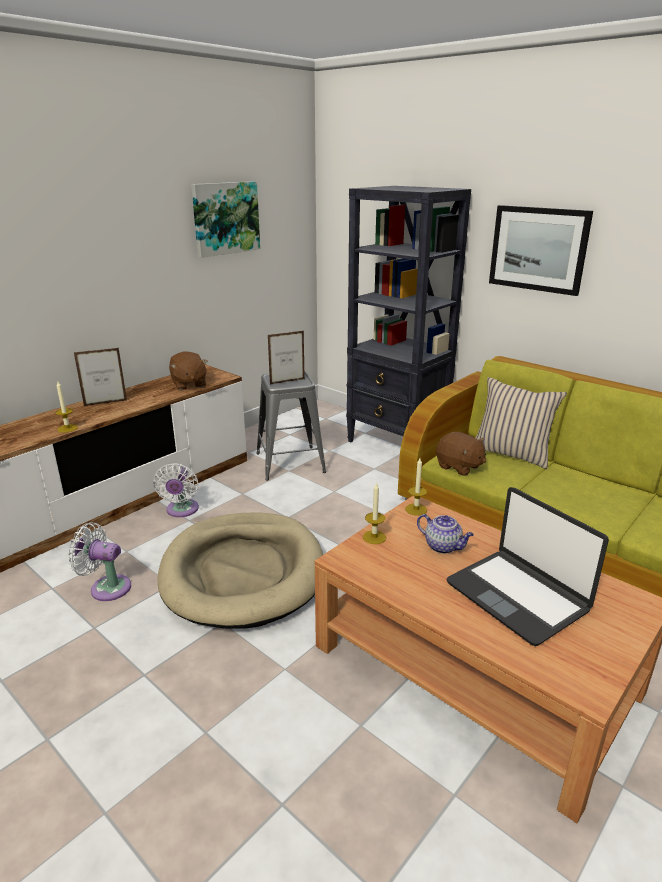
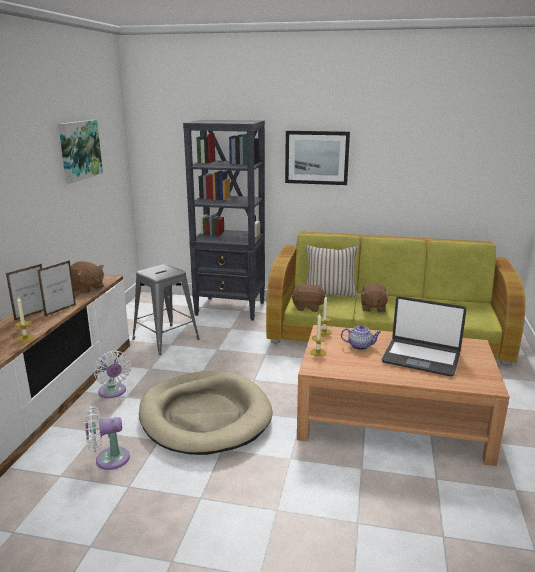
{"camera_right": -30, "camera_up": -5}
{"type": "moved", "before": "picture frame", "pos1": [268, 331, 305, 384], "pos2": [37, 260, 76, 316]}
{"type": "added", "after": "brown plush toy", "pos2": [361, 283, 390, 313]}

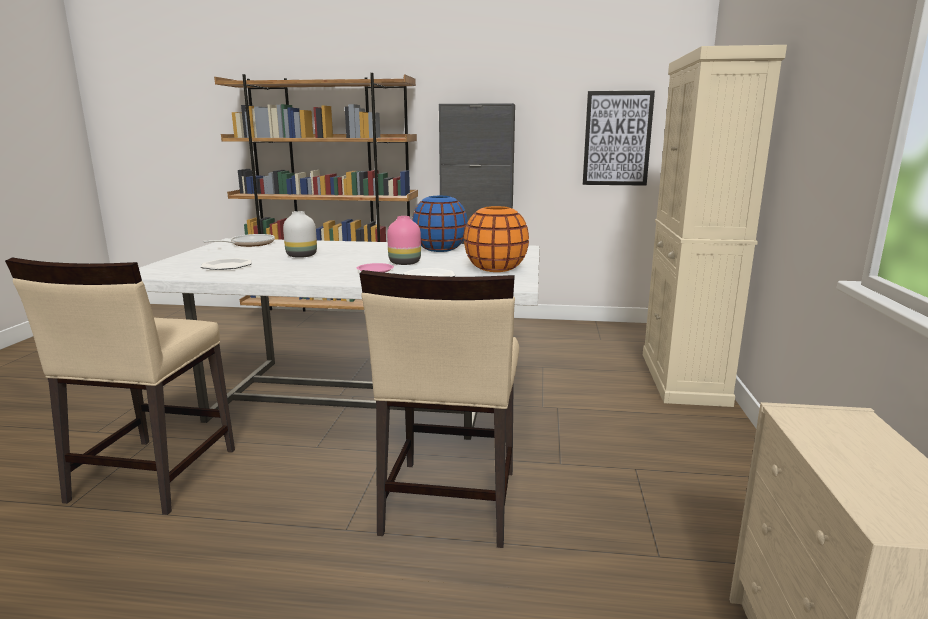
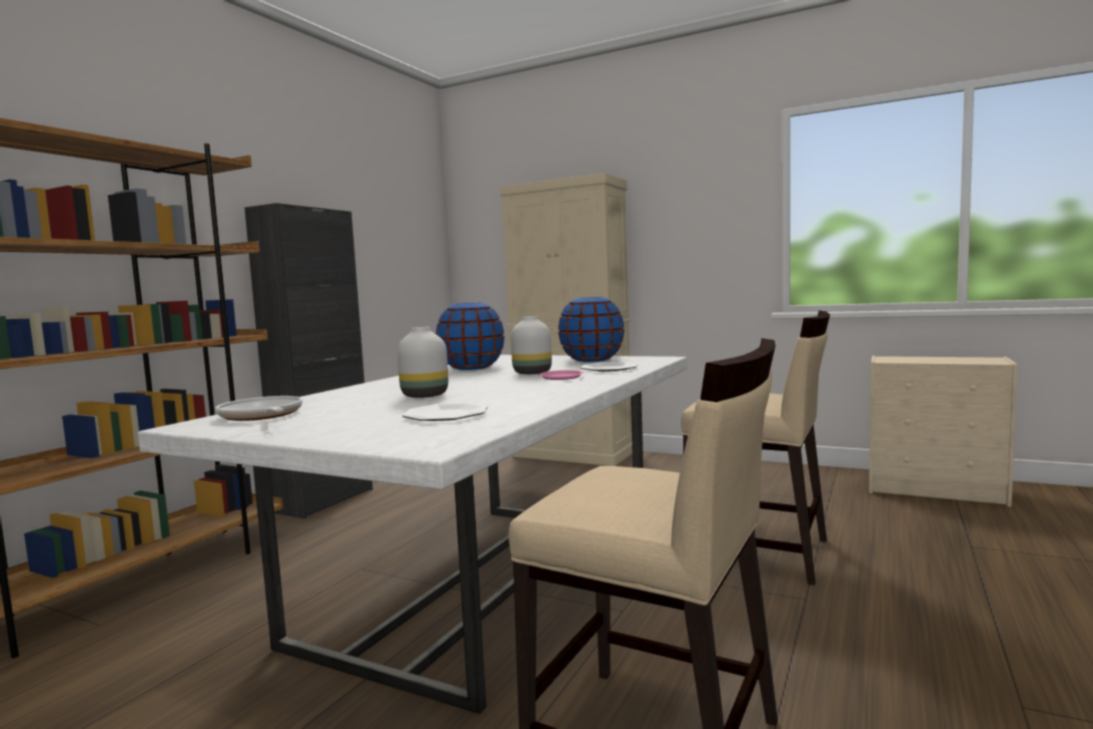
{"camera_right": -70, "camera_up": -10}
{"type": "recoloured", "before": "pink vase", "after": "white vase", "pos1": [387, 216, 421, 265], "pos2": [511, 316, 552, 374]}
{"type": "recoloured", "before": "orange vase", "after": "blue vase", "pos1": [464, 206, 529, 272], "pos2": [558, 297, 624, 362]}
{"type": "removed", "before": "picture", "pos1": [583, 91, 655, 186]}

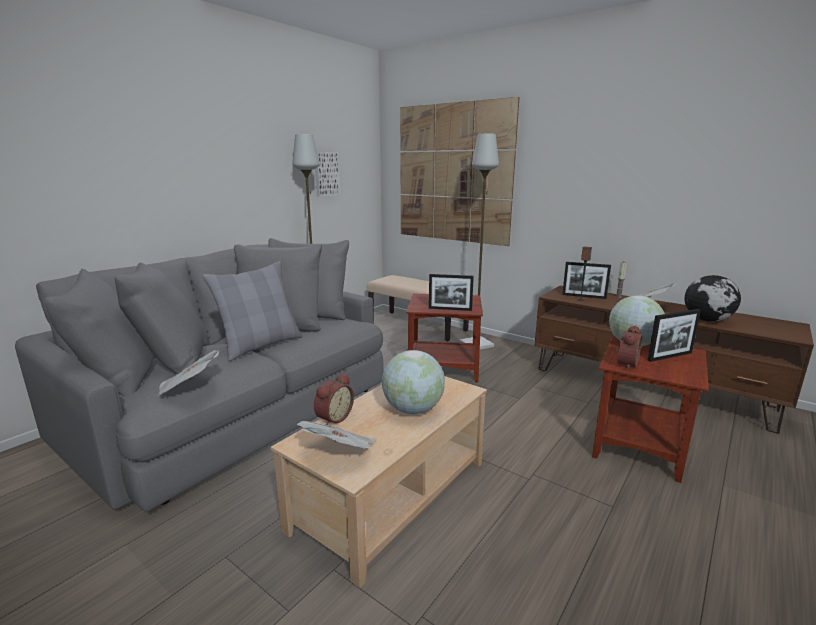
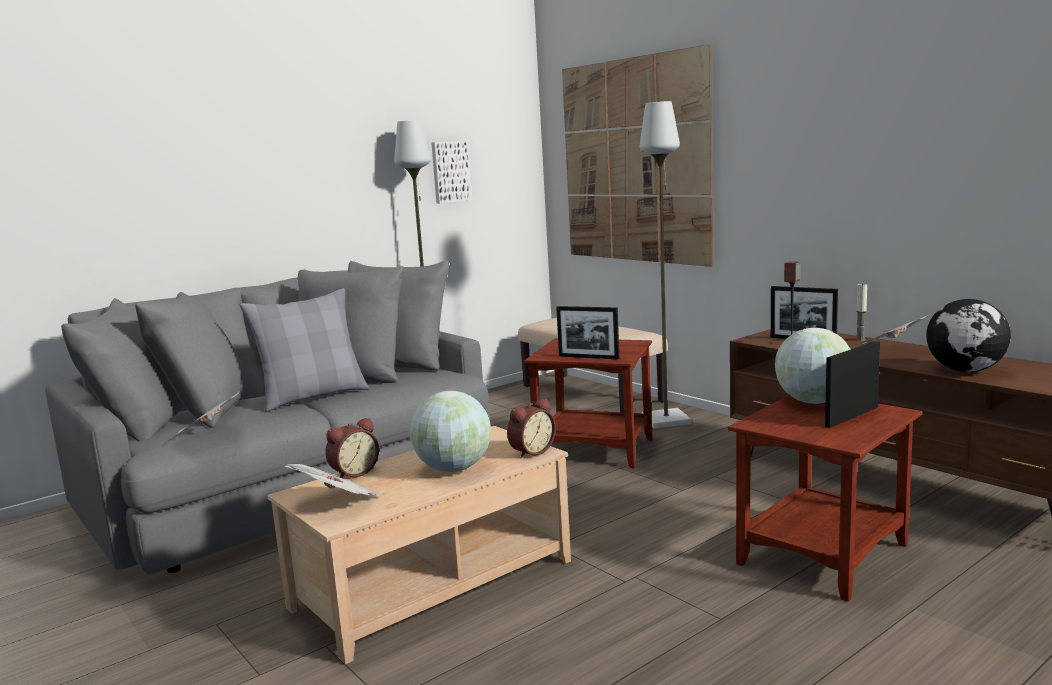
{"camera_right": 15, "camera_up": -5}
{"type": "moved", "before": "alarm clock", "pos1": [615, 325, 643, 370], "pos2": [507, 398, 556, 458]}
{"type": "turned", "before": "picture frame", "pos1": [647, 309, 701, 362], "pos2": [825, 341, 880, 428], "turn": 150}

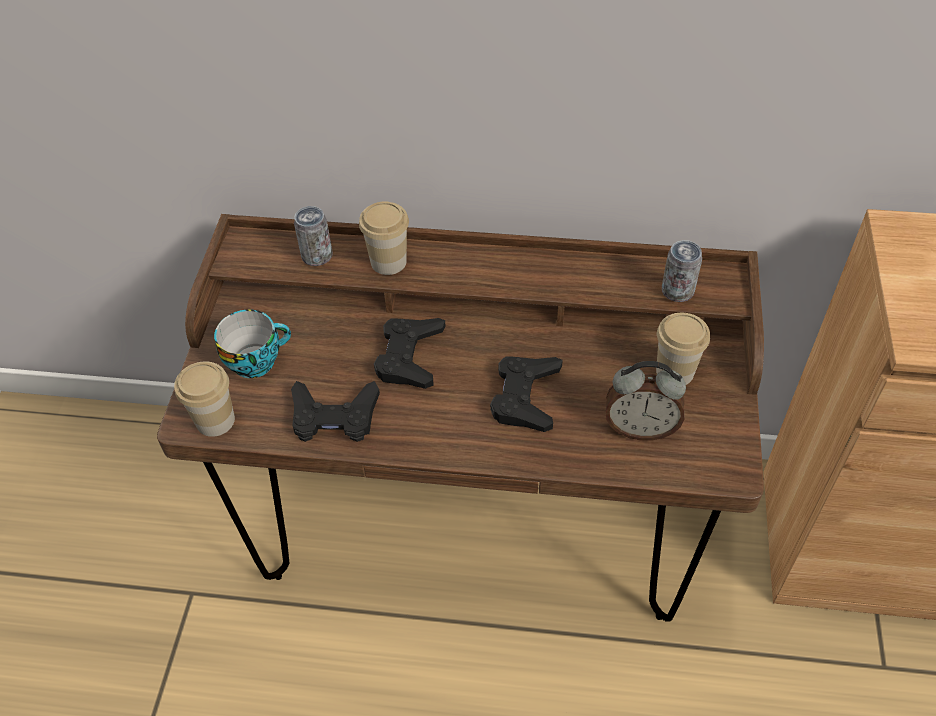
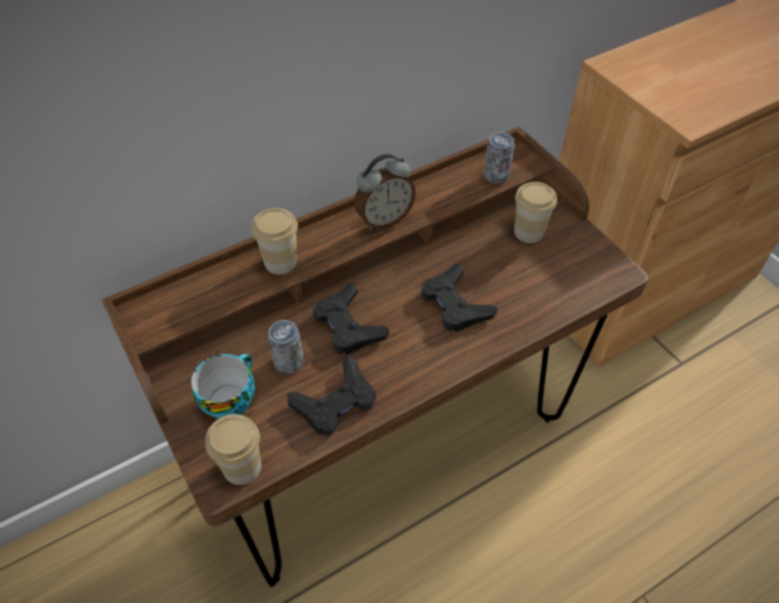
{"camera_right": -40, "camera_up": 0}
{"type": "moved", "before": "can", "pos1": [294, 206, 333, 266], "pos2": [268, 320, 304, 374]}
{"type": "moved", "before": "alarm clock", "pos1": [606, 361, 686, 440], "pos2": [354, 154, 416, 230]}

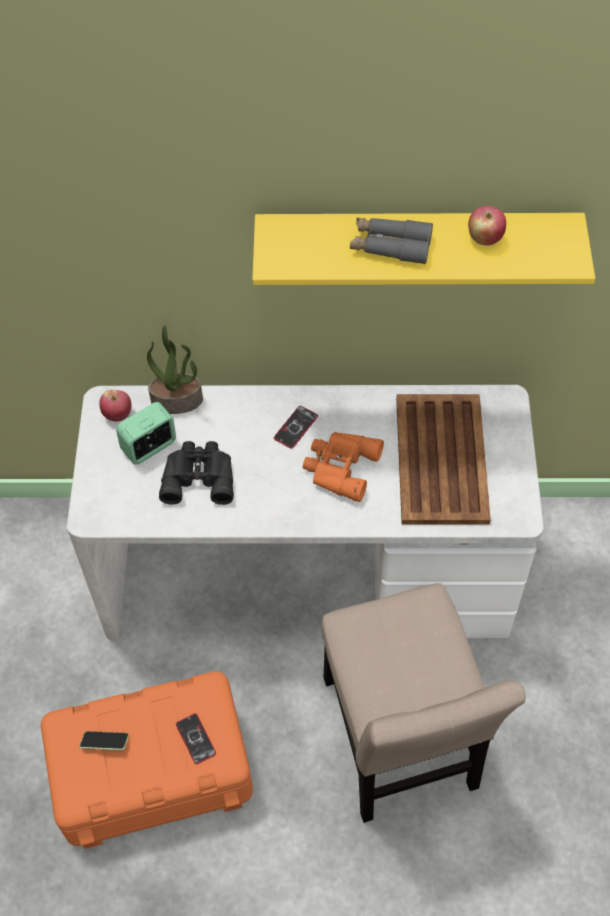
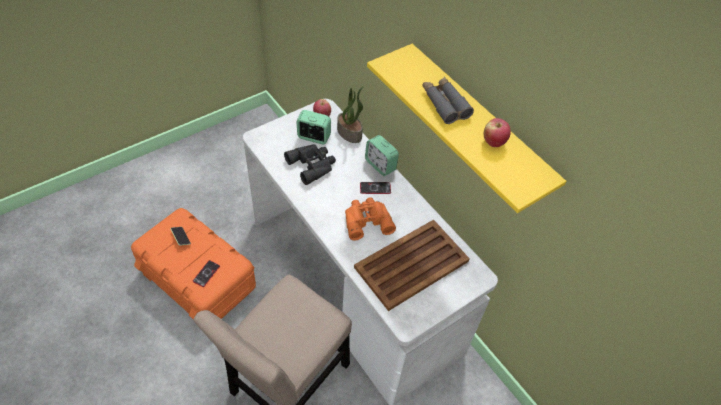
{"camera_right": 50, "camera_up": -5}
{"type": "added", "after": "alarm clock", "pos2": [365, 135, 399, 176]}

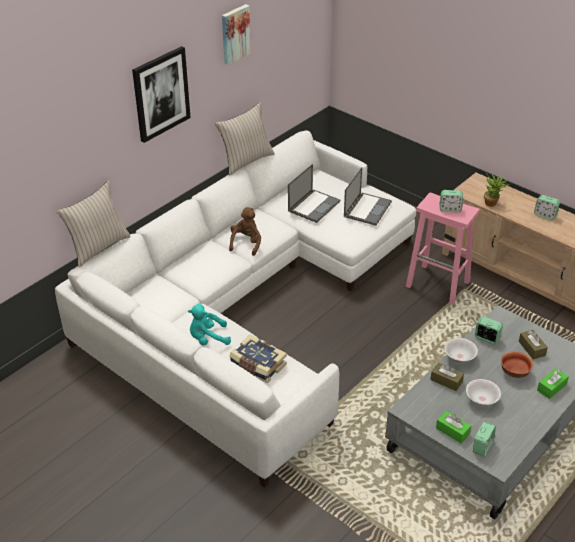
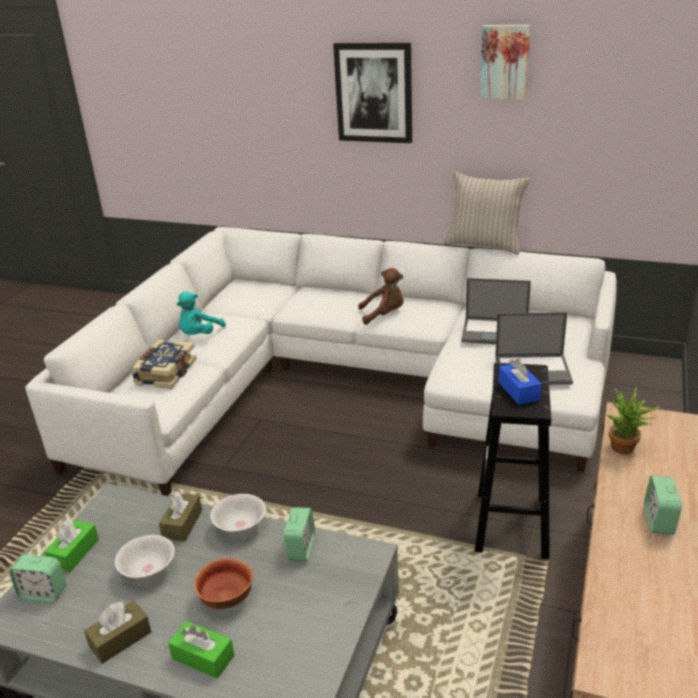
{"camera_right": 70, "camera_up": -10}
{"type": "moved", "before": "brown tissue box", "pos1": [519, 330, 548, 359], "pos2": [84, 600, 151, 664]}
{"type": "turned", "before": "turquoise plush toy", "pos1": [188, 304, 231, 346], "pos2": [176, 291, 226, 335], "turn": -120}
{"type": "recoloured", "before": "pink stool", "after": "black stool", "pos1": [406, 193, 480, 305], "pos2": [475, 363, 551, 559]}
{"type": "replaced", "before": "alarm clock", "after": "blue tissue box", "pos1": [440, 190, 463, 212], "pos2": [498, 358, 542, 405]}
{"type": "removed", "before": "beige pillow", "pos1": [56, 181, 131, 267]}

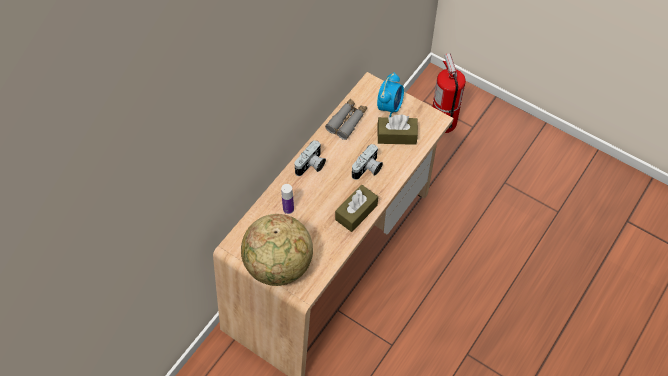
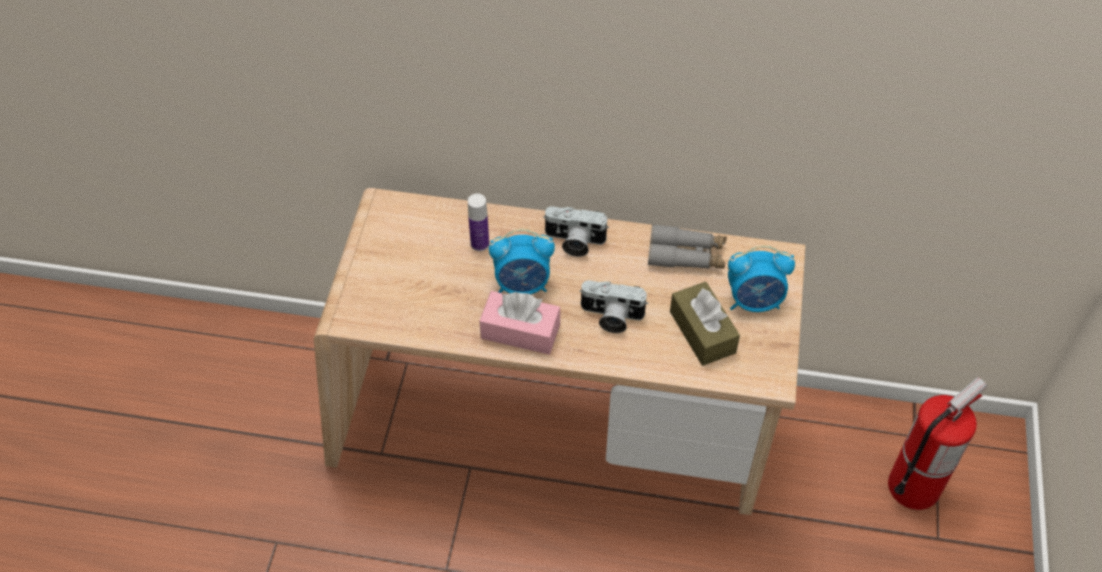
{"camera_right": 65, "camera_up": -5}
{"type": "recoloured", "before": "brown tissue box", "after": "pink tissue box", "pos1": [335, 185, 378, 232], "pos2": [479, 291, 560, 355]}
{"type": "added", "after": "alarm clock", "pos2": [489, 229, 555, 294]}
{"type": "removed", "before": "globe", "pos1": [241, 214, 313, 286]}

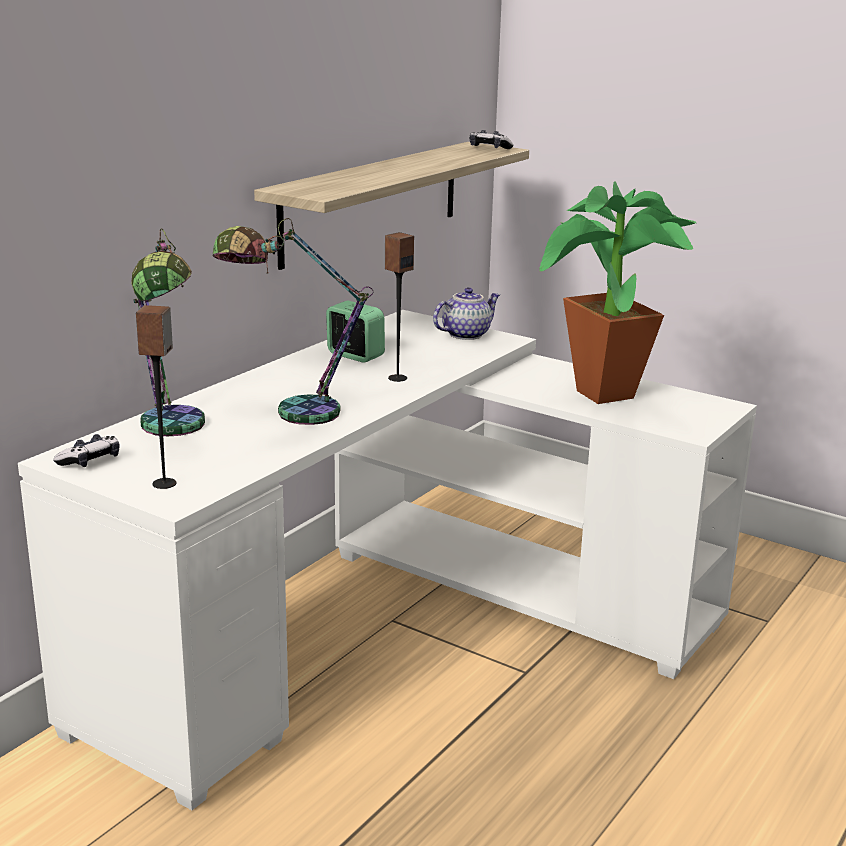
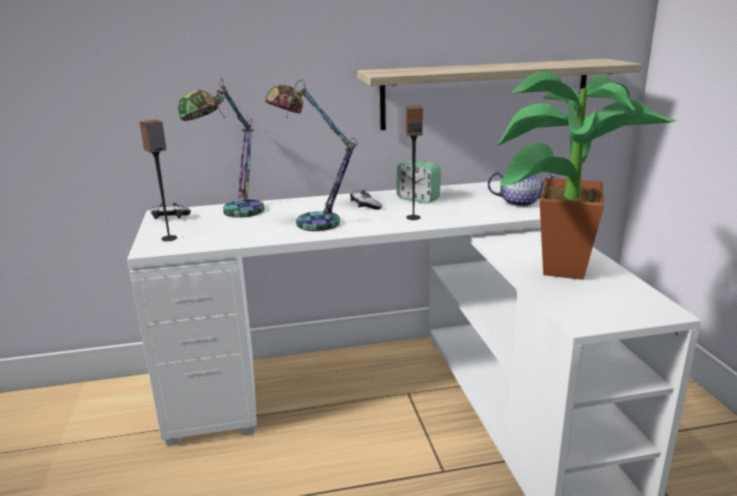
{"camera_right": 45, "camera_up": 0}
{"type": "moved", "before": "game controller", "pos1": [469, 130, 513, 149], "pos2": [350, 190, 382, 210]}
{"type": "turned", "before": "alarm clock", "pos1": [326, 301, 385, 363], "pos2": [397, 160, 441, 204], "turn": 135}

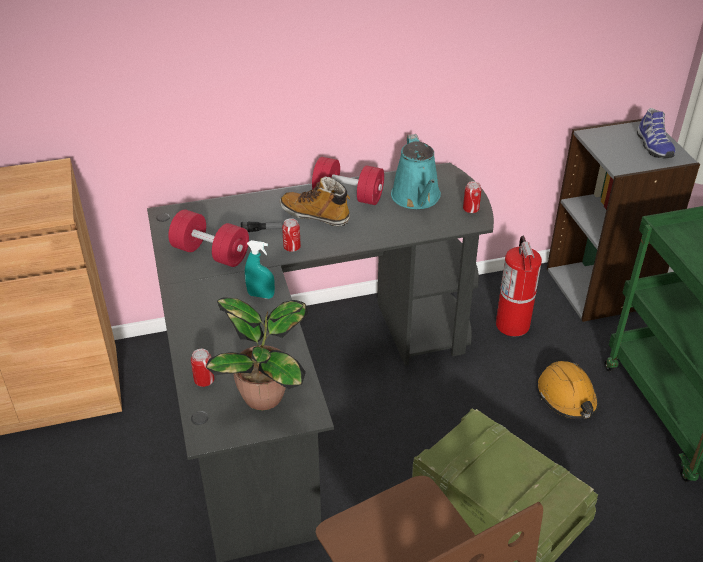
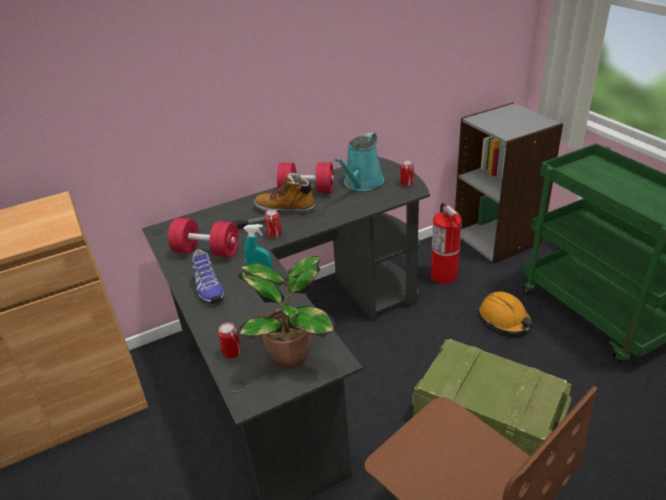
{"camera_right": -10, "camera_up": -5}
{"type": "moved", "before": "shoe", "pos1": [637, 108, 676, 158], "pos2": [192, 250, 225, 304]}
{"type": "turned", "before": "turquoise watering can", "pos1": [391, 134, 441, 209], "pos2": [335, 132, 384, 191], "turn": 45}

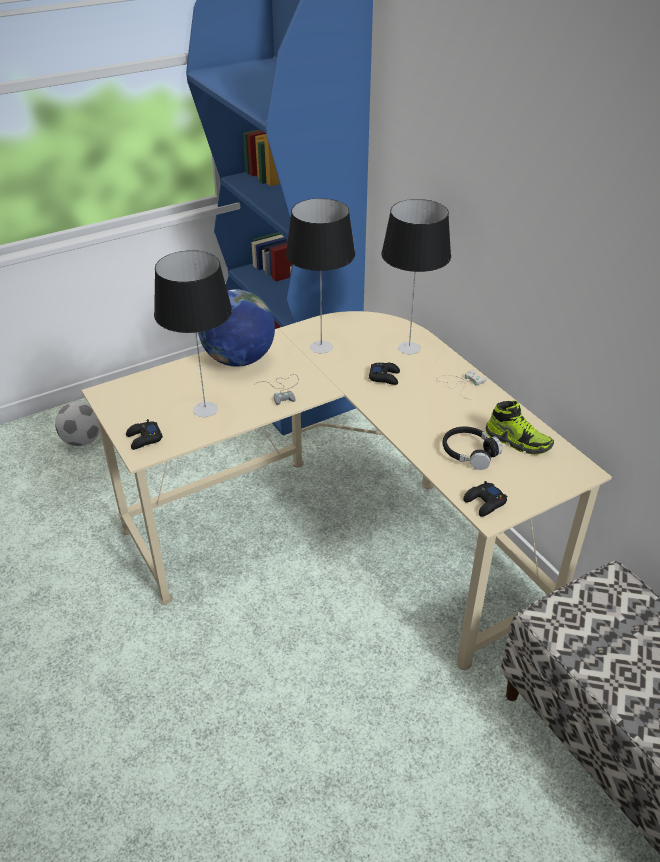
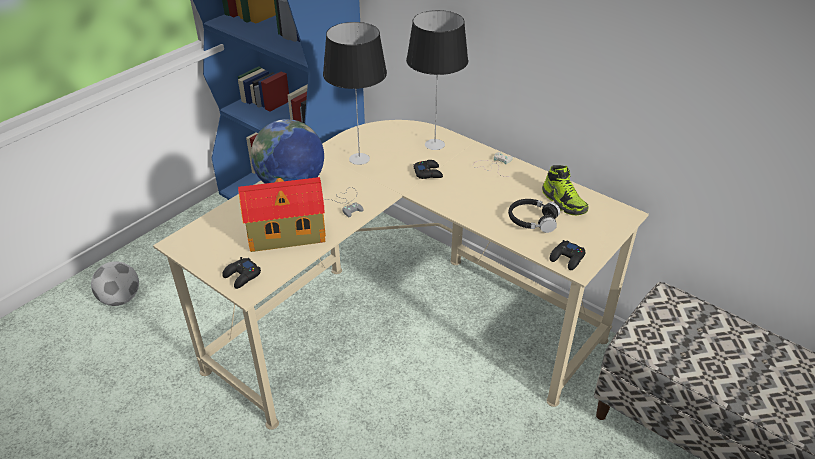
{"camera_right": -20, "camera_up": 0}
{"type": "replaced", "before": "table lamp", "after": "toy house", "pos1": [154, 250, 232, 417], "pos2": [238, 177, 326, 252]}
{"type": "turned", "before": "shoe", "pos1": [486, 400, 554, 455], "pos2": [542, 165, 589, 215], "turn": 45}

